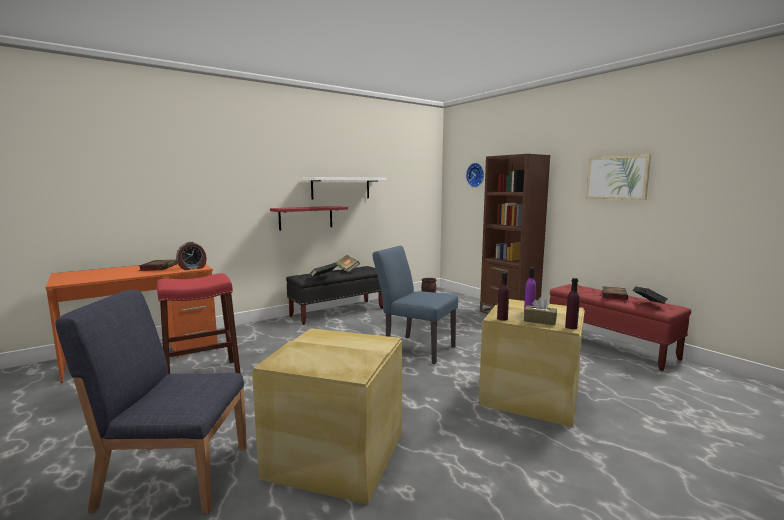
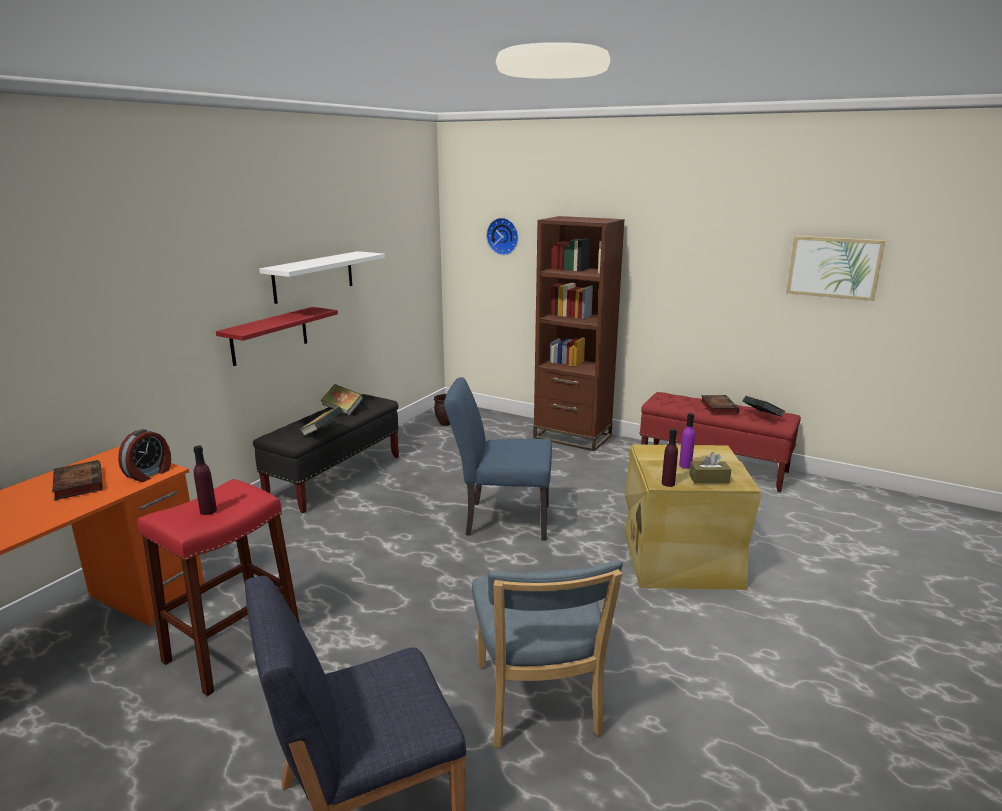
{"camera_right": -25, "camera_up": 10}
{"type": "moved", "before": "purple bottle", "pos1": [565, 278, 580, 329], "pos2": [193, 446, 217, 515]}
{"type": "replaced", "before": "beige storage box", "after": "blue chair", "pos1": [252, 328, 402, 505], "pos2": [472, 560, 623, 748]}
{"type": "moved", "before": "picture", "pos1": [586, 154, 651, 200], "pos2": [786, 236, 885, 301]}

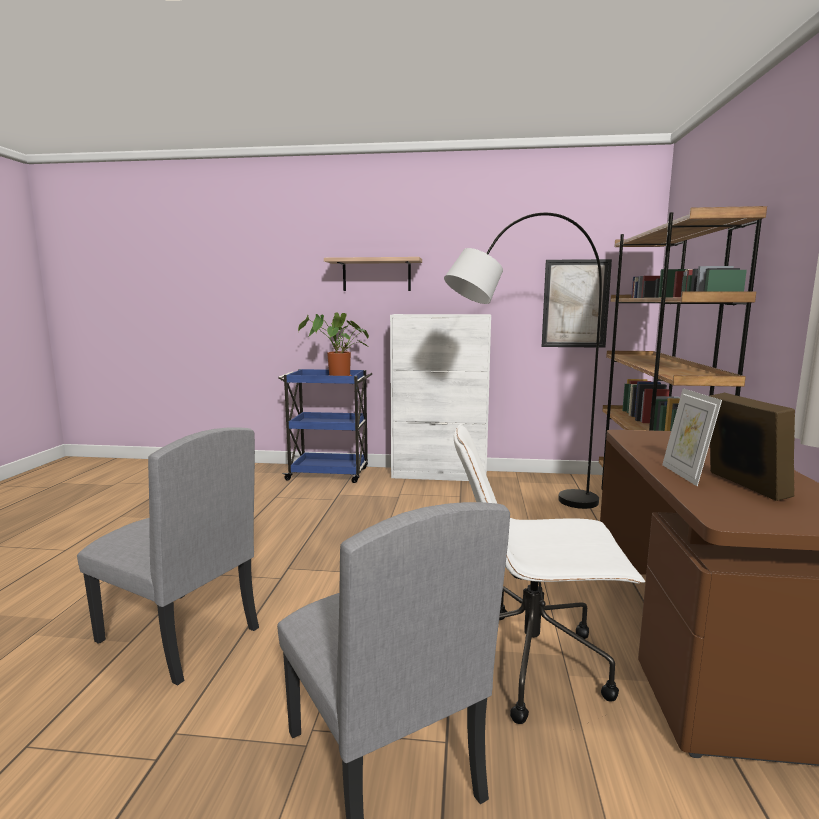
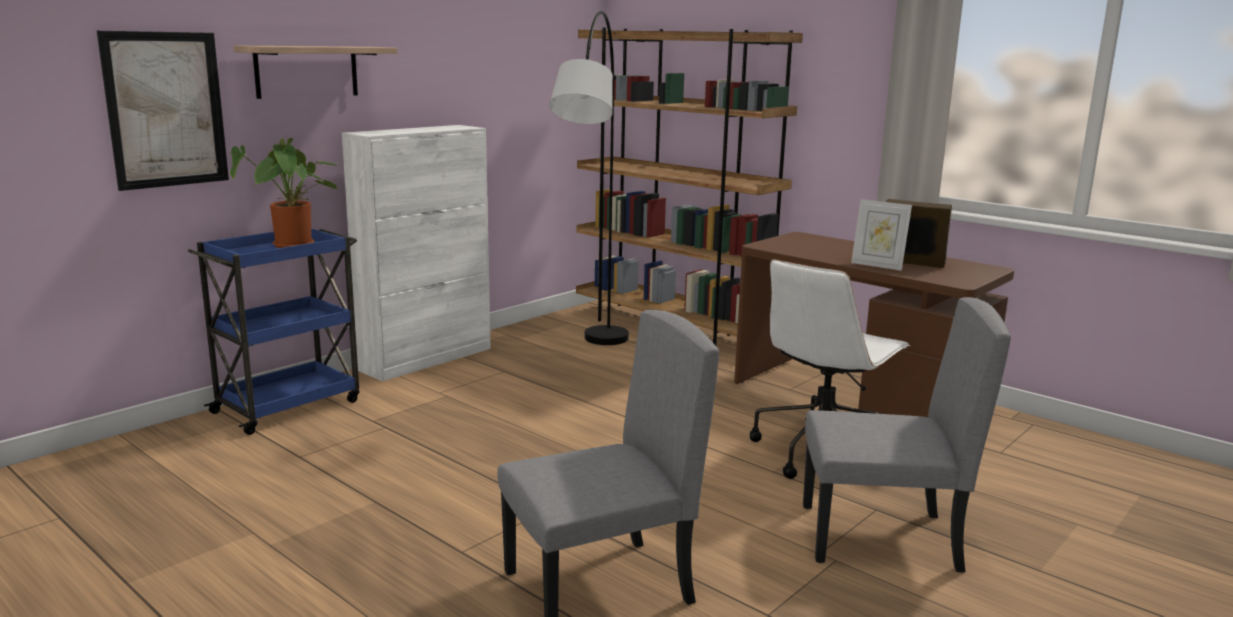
{"camera_right": -55, "camera_up": 5}
{"type": "moved", "before": "picture", "pos1": [542, 259, 612, 348], "pos2": [97, 31, 229, 191]}

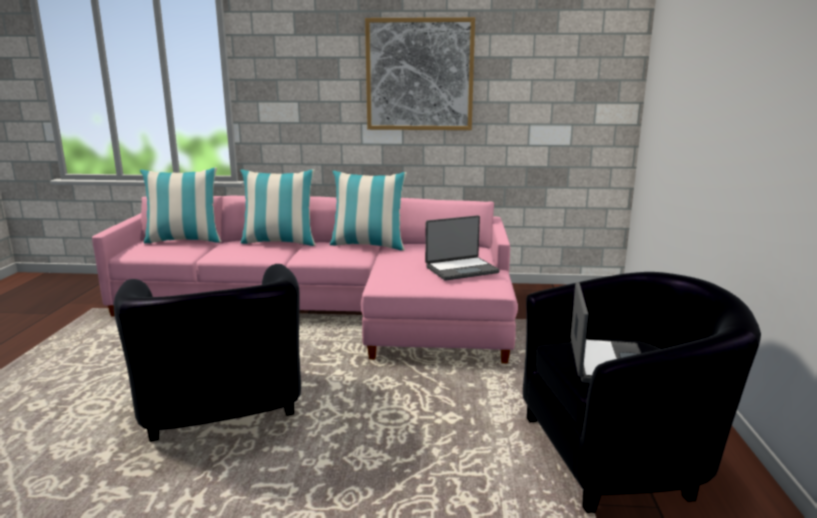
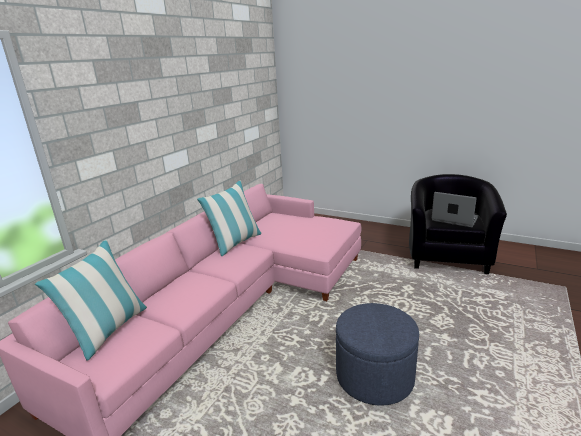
{"camera_right": -65, "camera_up": 5}
{"type": "replaced", "before": "black armchair", "after": "blue ottoman", "pos1": [114, 264, 301, 442], "pos2": [336, 303, 419, 406]}
{"type": "removed", "before": "pillow", "pos1": [240, 169, 316, 246]}
{"type": "removed", "before": "picture", "pos1": [365, 17, 475, 130]}
{"type": "removed", "before": "laptop", "pos1": [425, 215, 500, 281]}

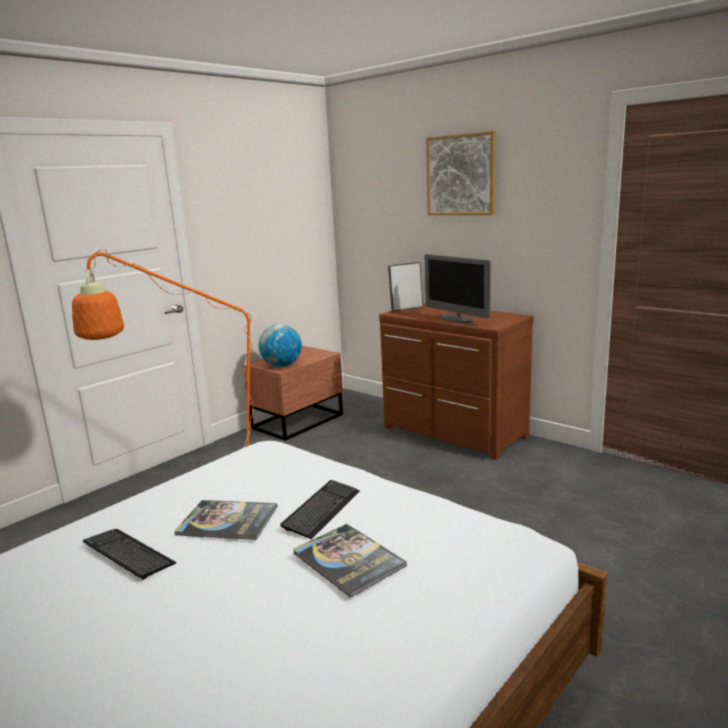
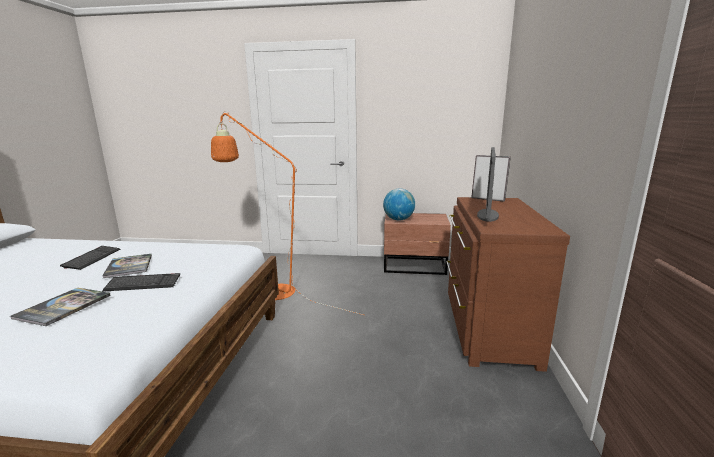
{"camera_right": 55, "camera_up": 0}
{"type": "removed", "before": "picture", "pos1": [426, 131, 496, 215]}

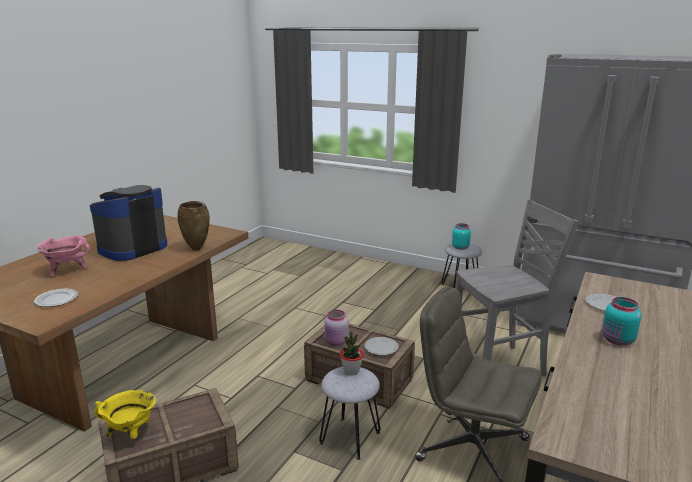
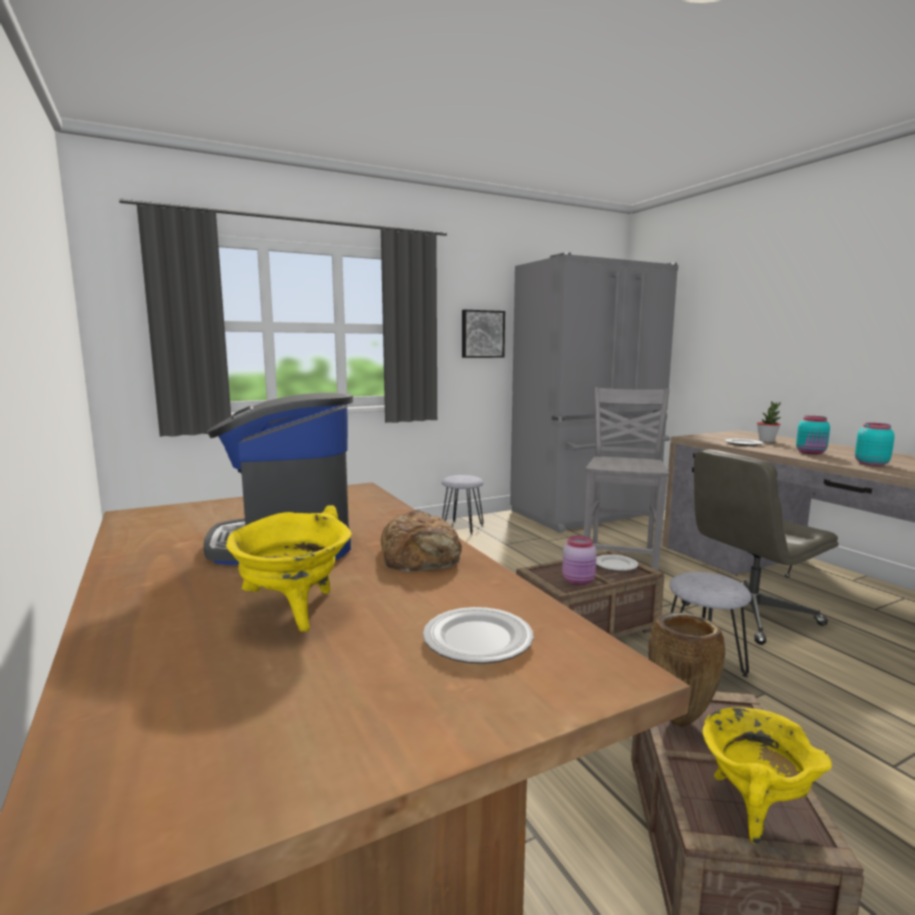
{"camera_right": -55, "camera_up": -10}
{"type": "recoloured", "before": "pink cooking pot", "after": "yellow cooking pot", "pos1": [37, 235, 90, 277], "pos2": [226, 505, 352, 632]}
{"type": "added", "after": "bread", "pos2": [381, 510, 462, 572]}
{"type": "added", "after": "picture", "pos2": [462, 310, 505, 358]}
{"type": "moved", "before": "brown vase", "pos1": [177, 201, 210, 250], "pos2": [648, 612, 725, 727]}
{"type": "moved", "before": "potted plant", "pos1": [340, 331, 364, 376], "pos2": [757, 401, 781, 442]}
{"type": "moved", "before": "turquoise jar", "pos1": [452, 223, 471, 250], "pos2": [855, 423, 895, 466]}

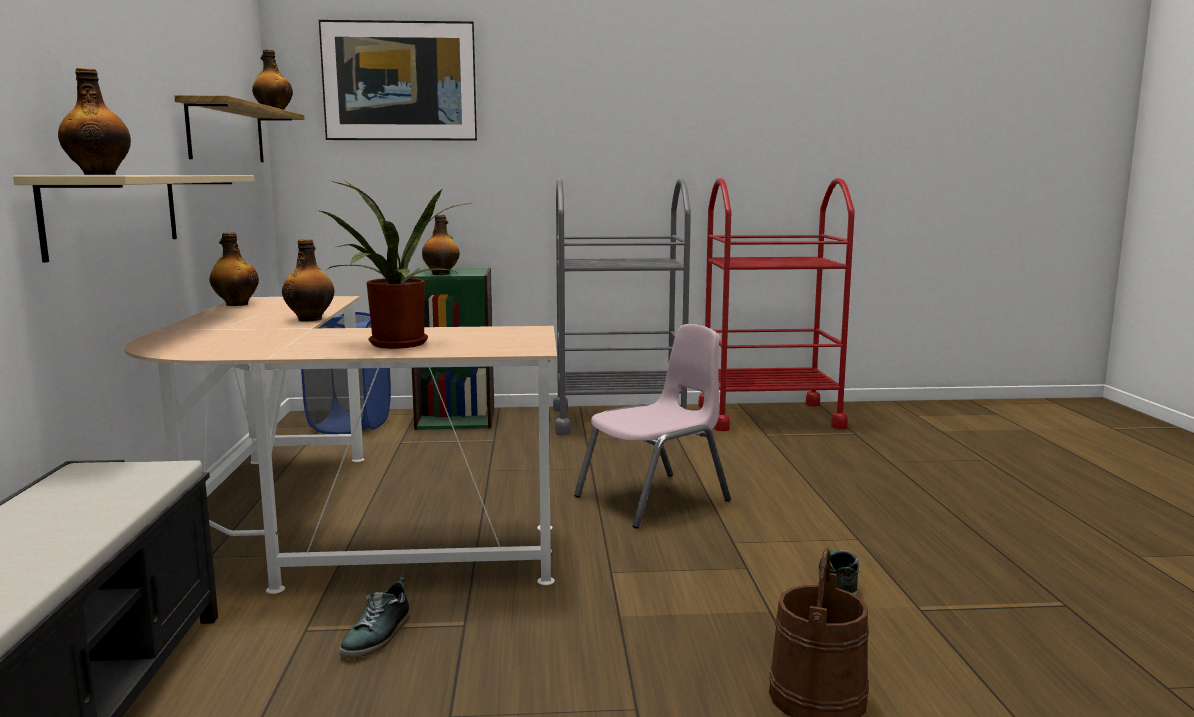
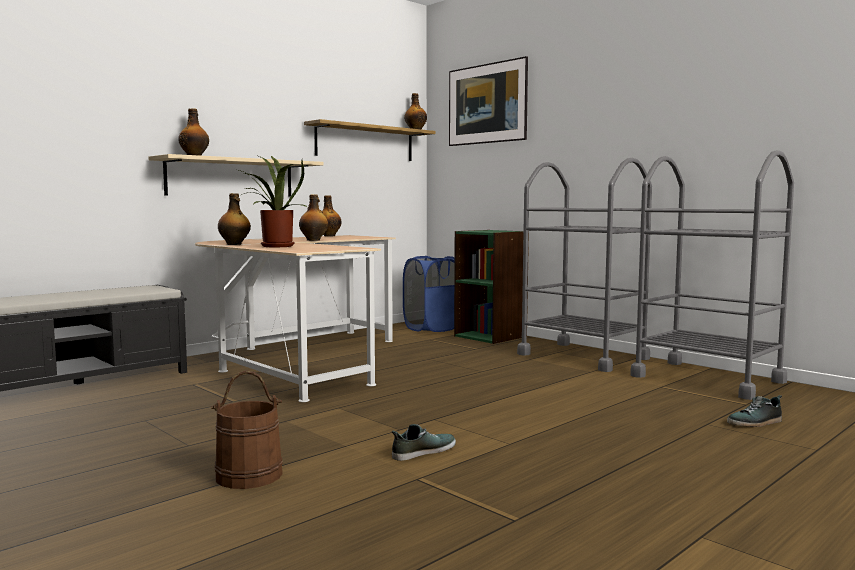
{"camera_right": 50, "camera_up": -5}
{"type": "moved", "before": "bottle", "pos1": [422, 215, 460, 275], "pos2": [218, 193, 251, 245]}
{"type": "recoloured", "before": "red cart", "after": "grey cart", "pos1": [698, 178, 855, 431], "pos2": [630, 150, 794, 400]}
{"type": "moved", "before": "shoe", "pos1": [339, 577, 410, 658], "pos2": [727, 395, 782, 427]}
{"type": "removed", "before": "pink chair", "pos1": [574, 324, 731, 529]}

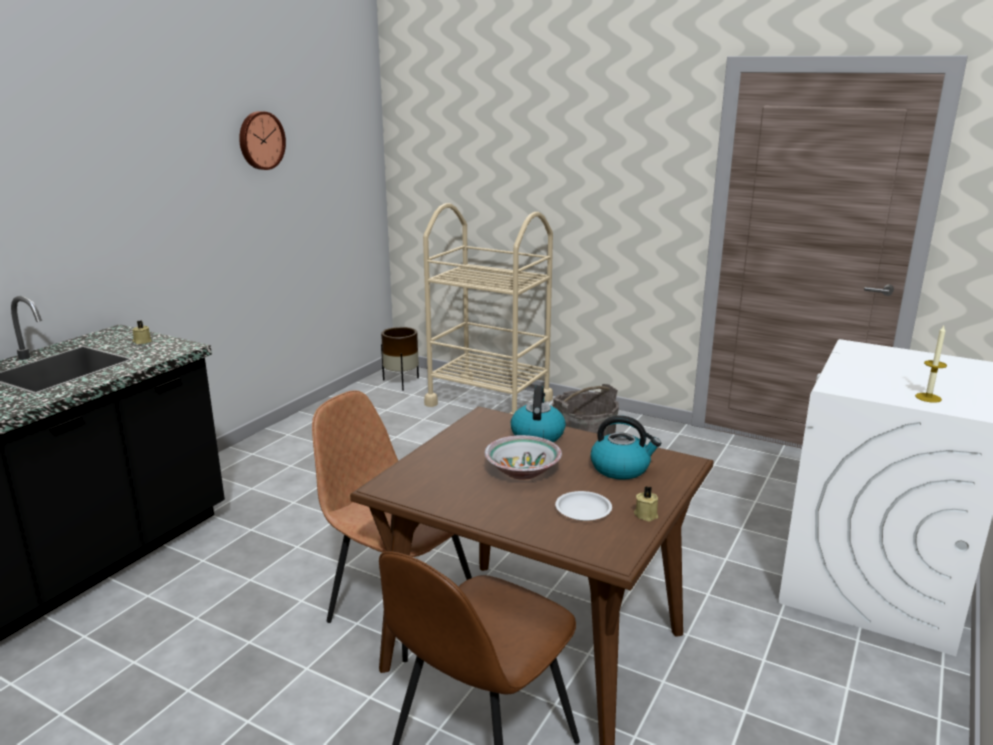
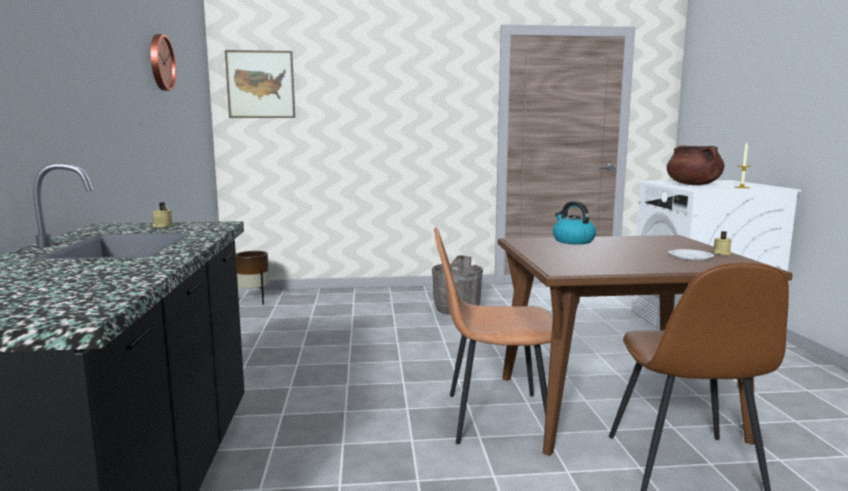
{"camera_right": -35, "camera_up": -10}
{"type": "added", "after": "picture", "pos2": [225, 50, 295, 118]}
{"type": "added", "after": "brown cooking pot", "pos2": [667, 145, 725, 185]}
{"type": "removed", "before": "beige cart", "pos1": [423, 203, 553, 414]}
{"type": "removed", "before": "bowl", "pos1": [484, 435, 562, 480]}
{"type": "removed", "before": "kettle", "pos1": [590, 415, 661, 480]}

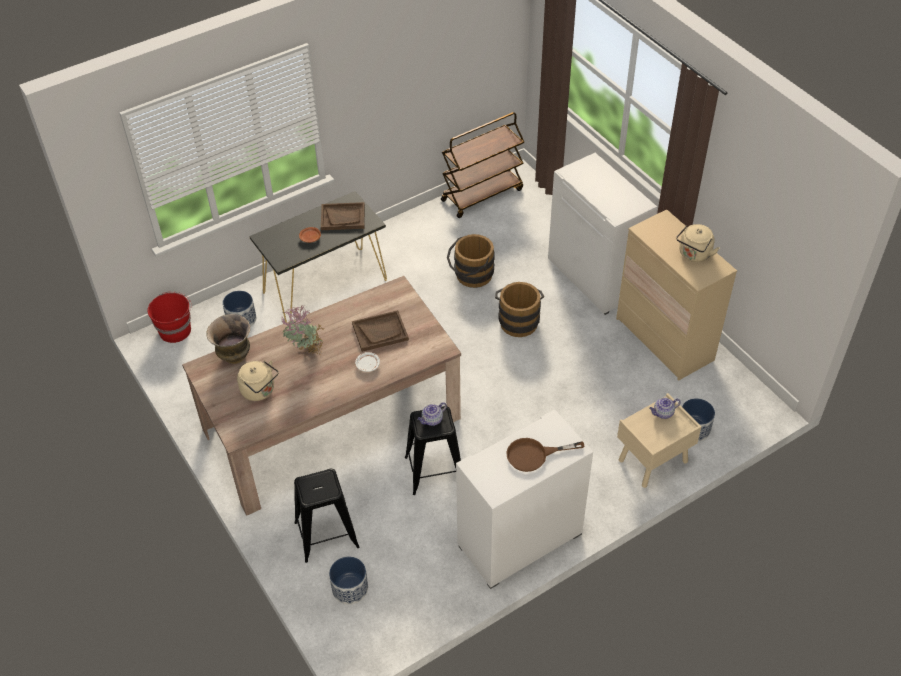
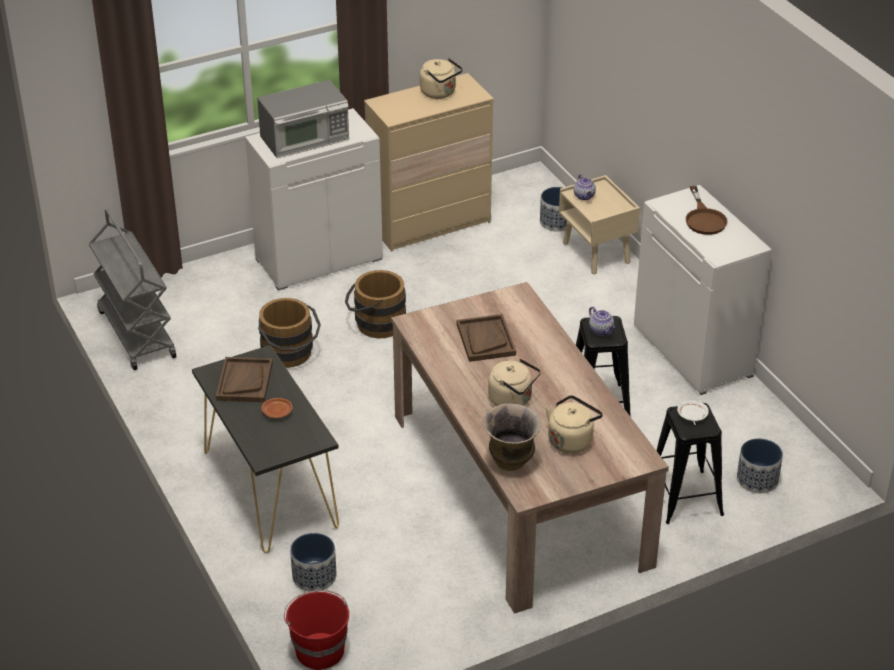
{"camera_right": -85, "camera_up": -10}
{"type": "recoloured", "before": "brown cart", "after": "grey cart", "pos1": [441, 112, 524, 218], "pos2": [89, 209, 177, 370]}
{"type": "added", "after": "microwave", "pos2": [257, 80, 349, 158]}
{"type": "replaced", "before": "potted plant", "after": "beige kettle", "pos1": [282, 305, 324, 354], "pos2": [488, 359, 541, 406]}
{"type": "moved", "before": "white plate", "pos1": [355, 352, 380, 372], "pos2": [677, 400, 709, 421]}

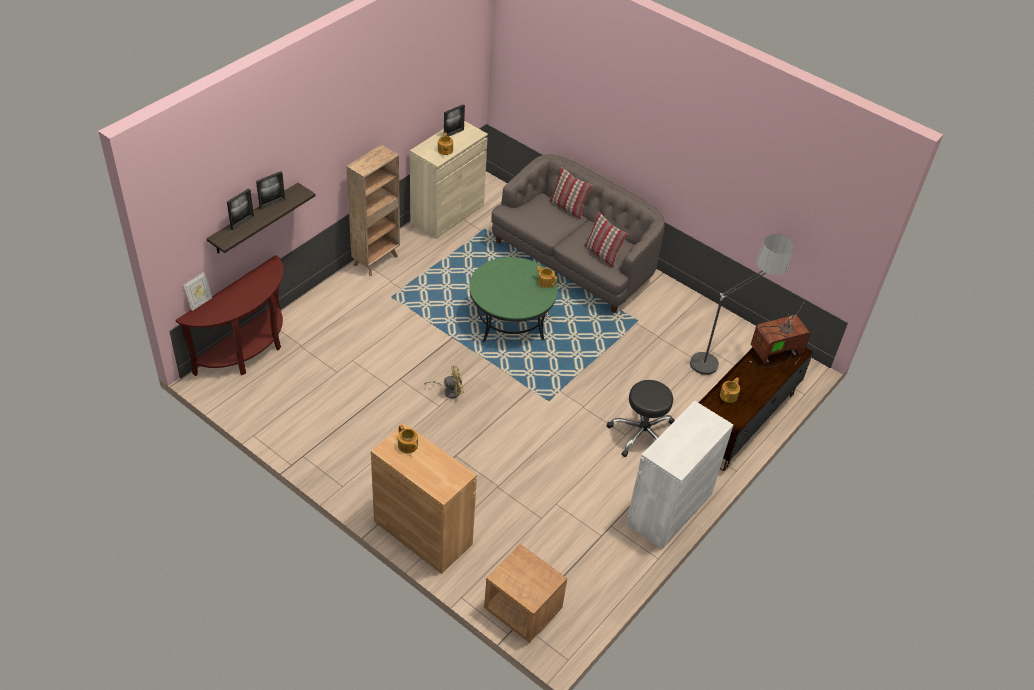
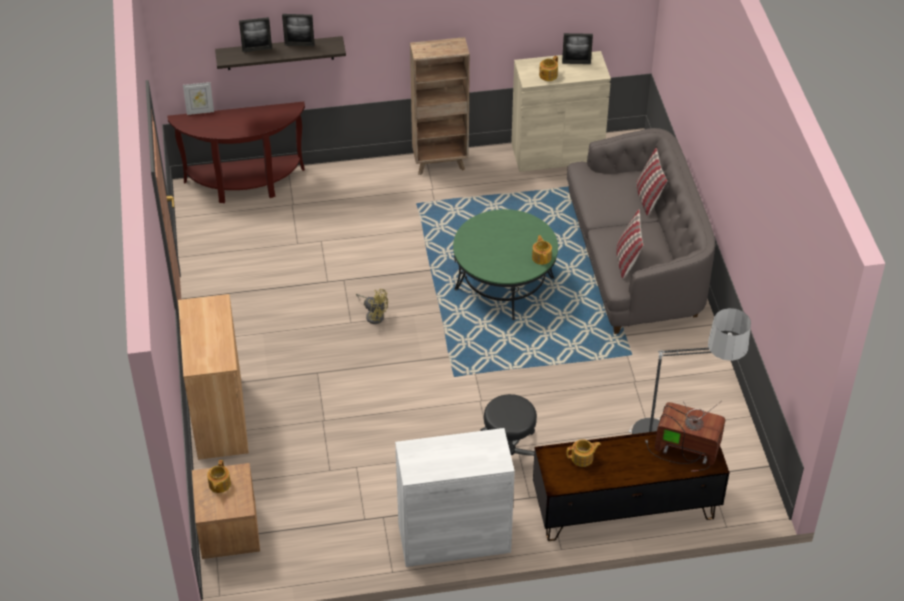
{"camera_right": 45, "camera_up": 0}
{"type": "moved", "before": "teapot", "pos1": [398, 425, 418, 453], "pos2": [207, 460, 231, 493]}

